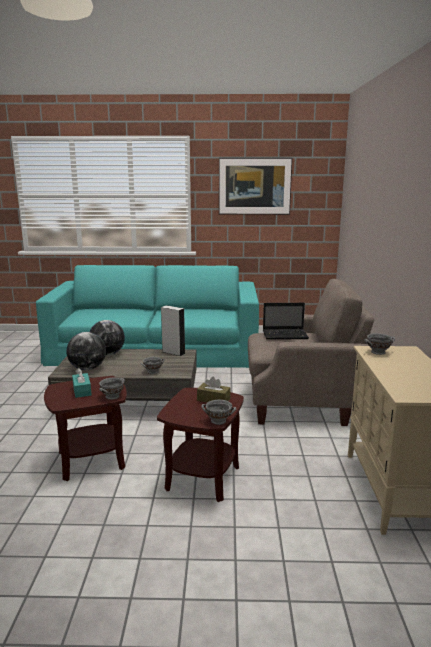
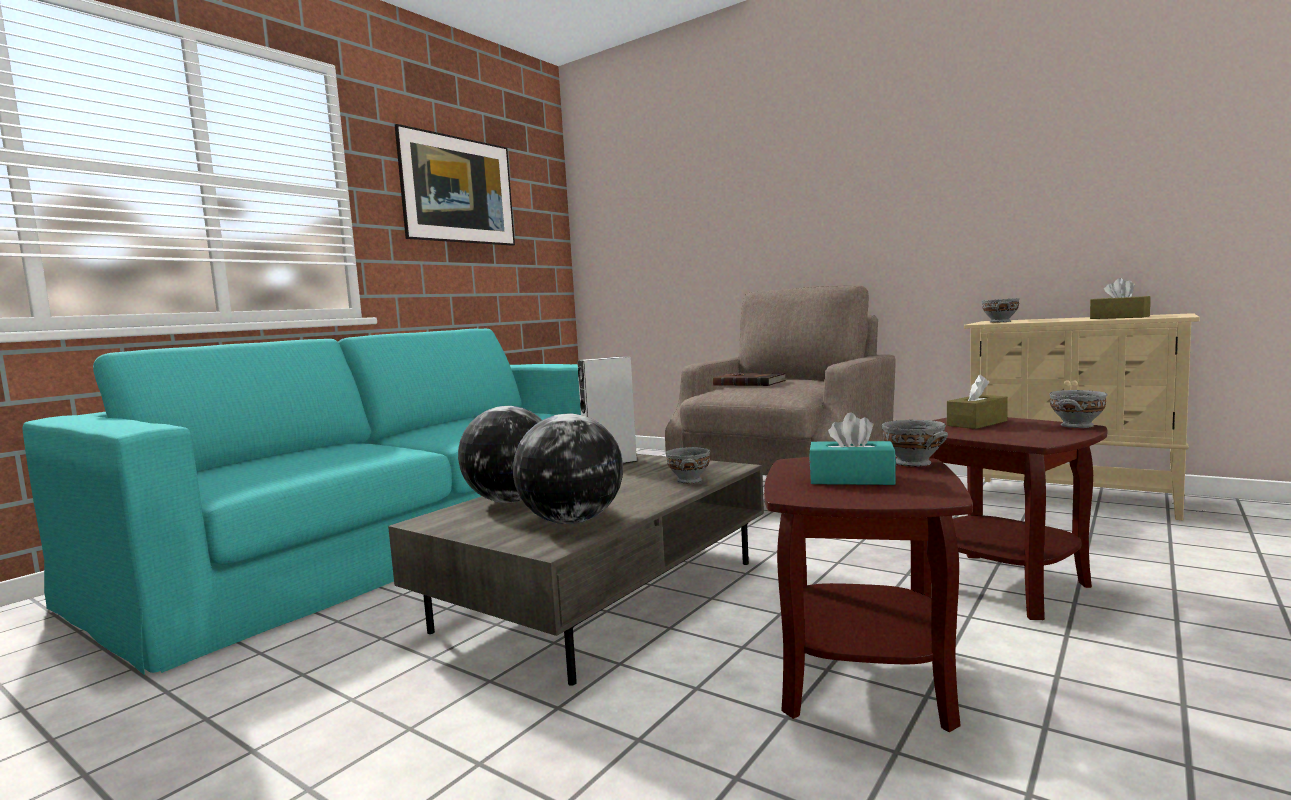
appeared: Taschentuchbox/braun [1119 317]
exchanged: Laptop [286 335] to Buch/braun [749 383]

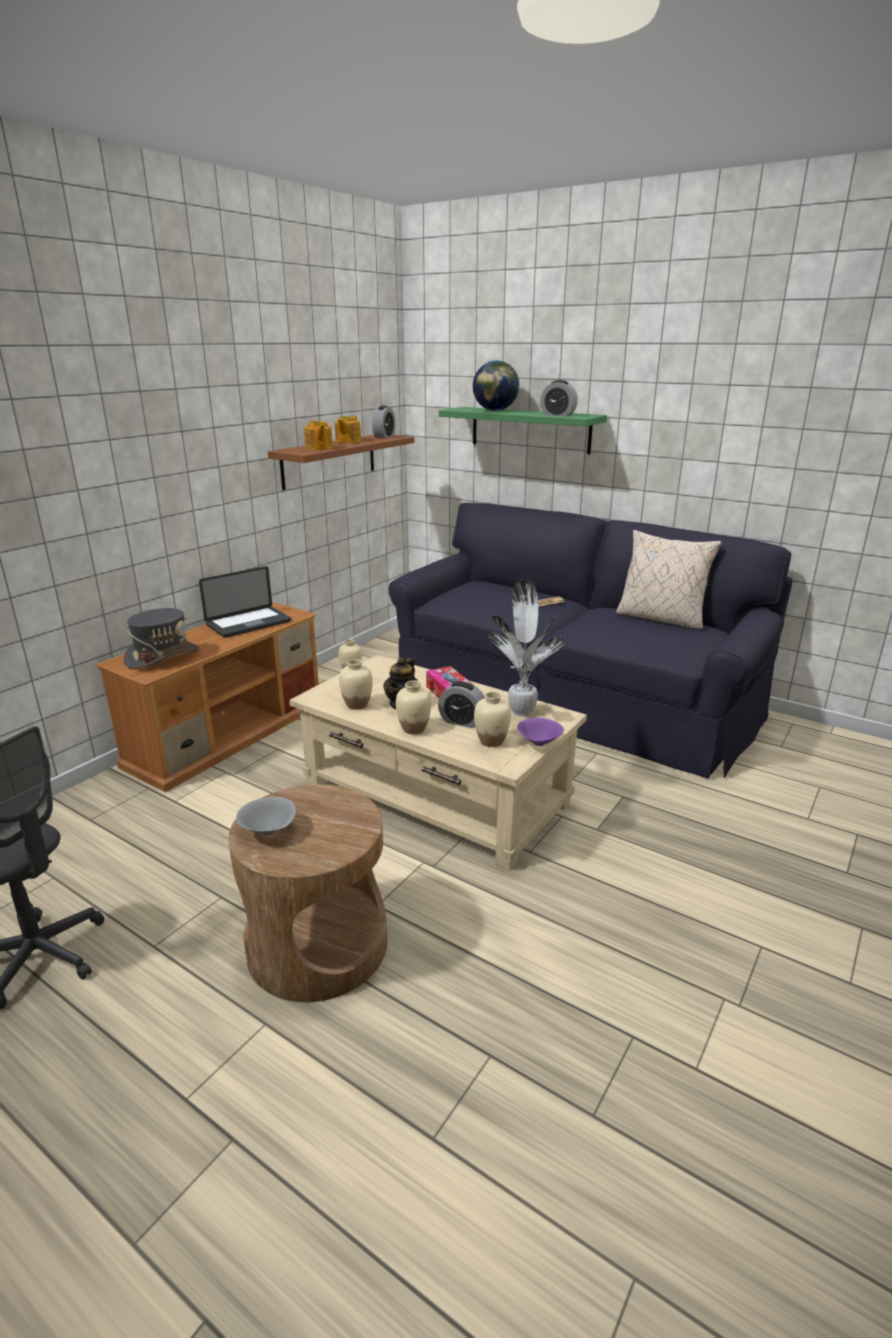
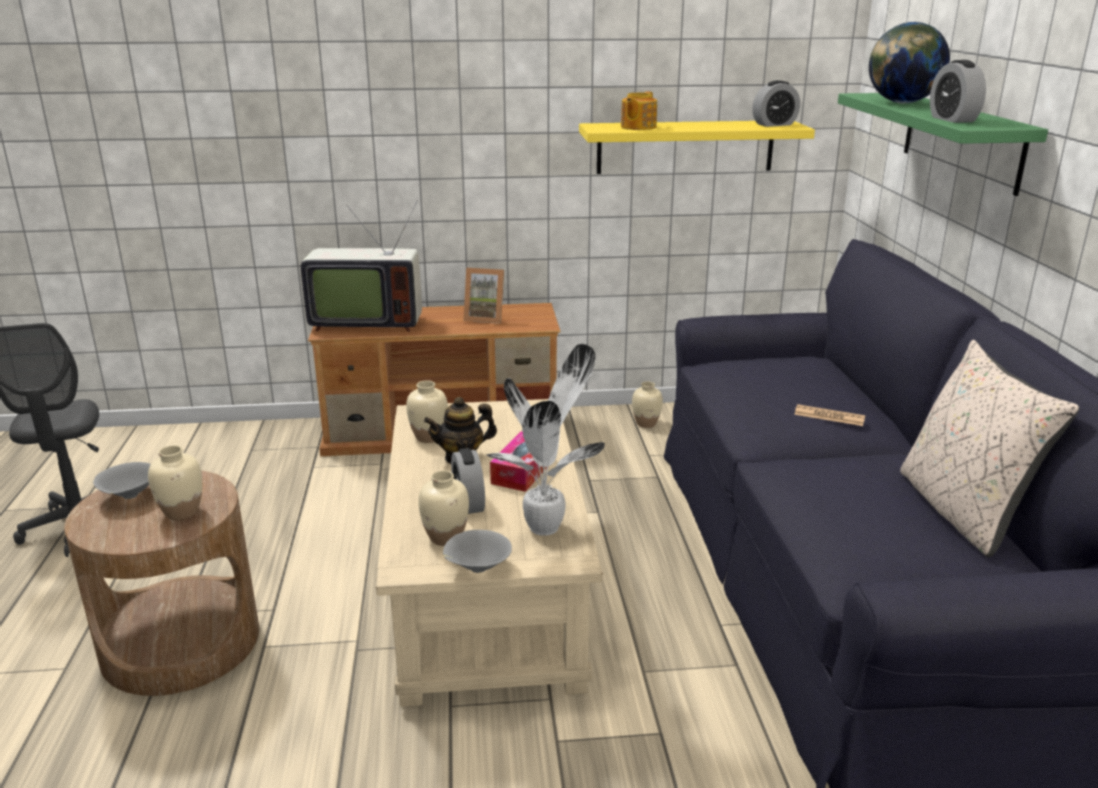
missing: Teekanne [347 441]
relocated: Vase/beige [414 729] to [182 512]
exchanged: Hut/grau [162 656] to Fernseher [365 322]; Laptop [249 623] to Bilderrahmen [485 318]
colour: Wandregal/braun [329 460] to Wandregal/gelb [685 147]; Schüssel/lila [538 744] to Schüssel/grau [477 569]

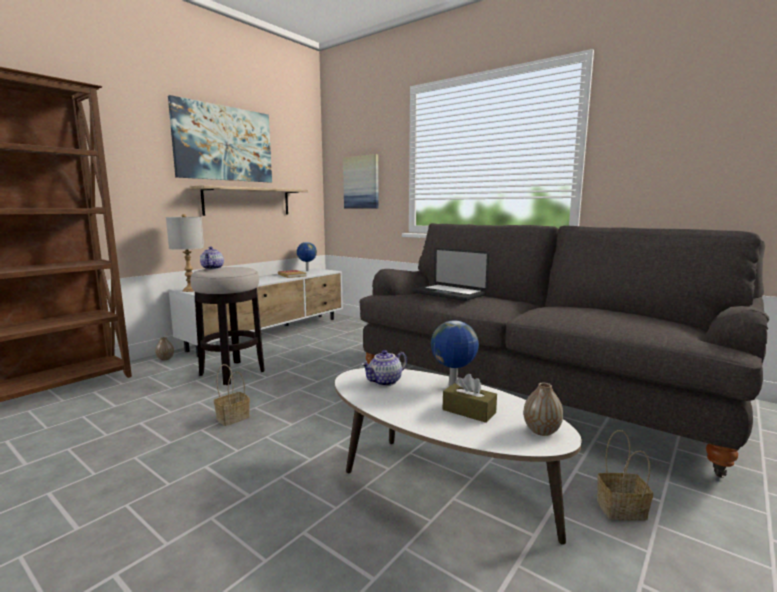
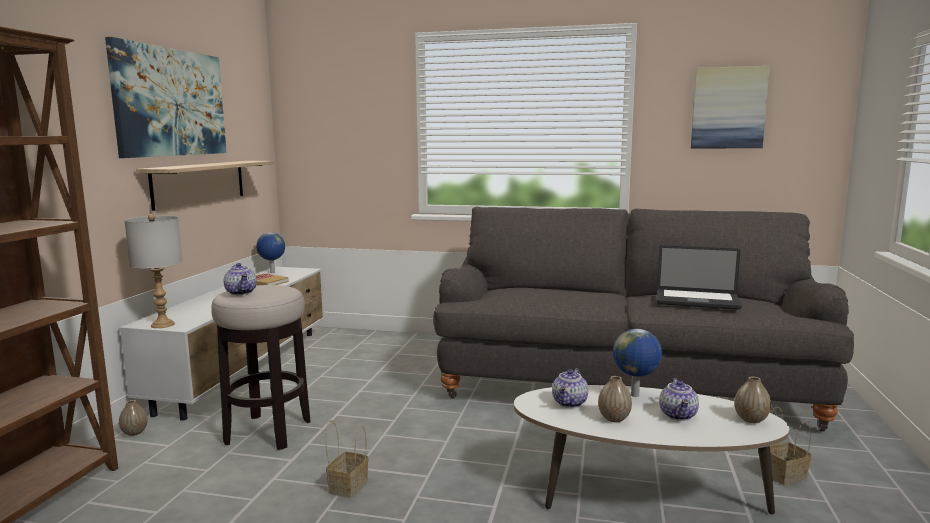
appeared: Vase [614 418]
relocated: Bild [361 182] to [728 108]; Laptop [448 293] to [697 301]
exchanged: Taschentuchbox/braun [469 411] to Teekanne [679 415]

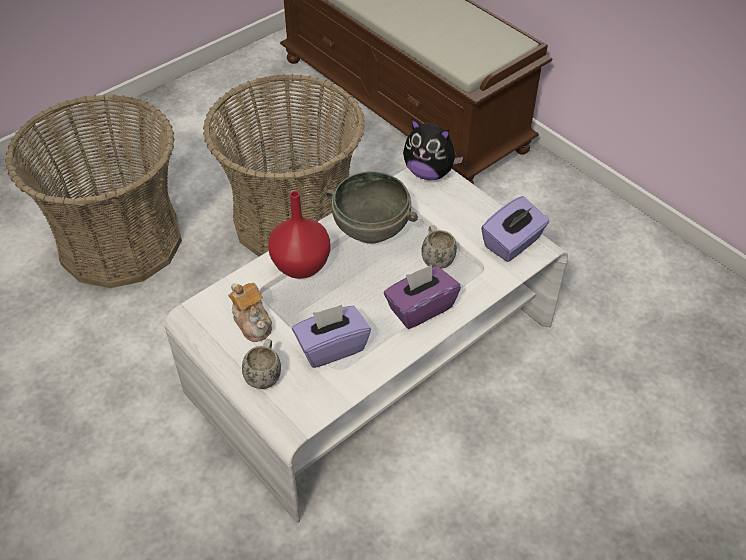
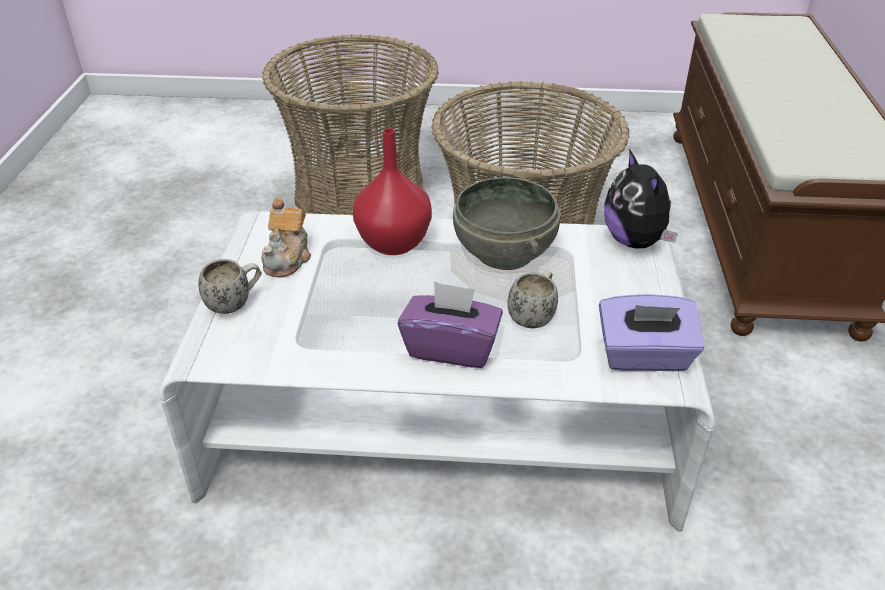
missing: Taschentuchbox/lila [331 347]

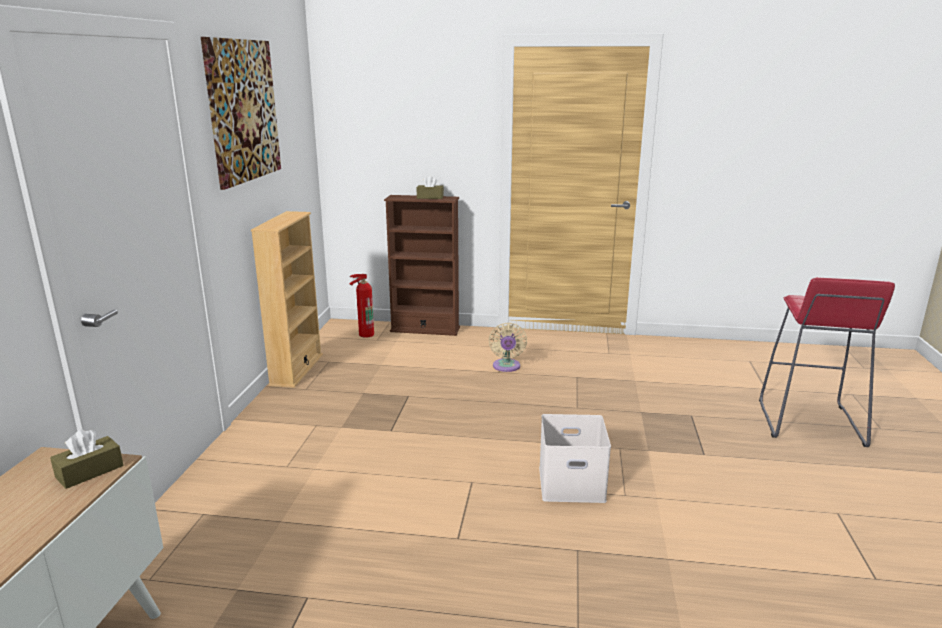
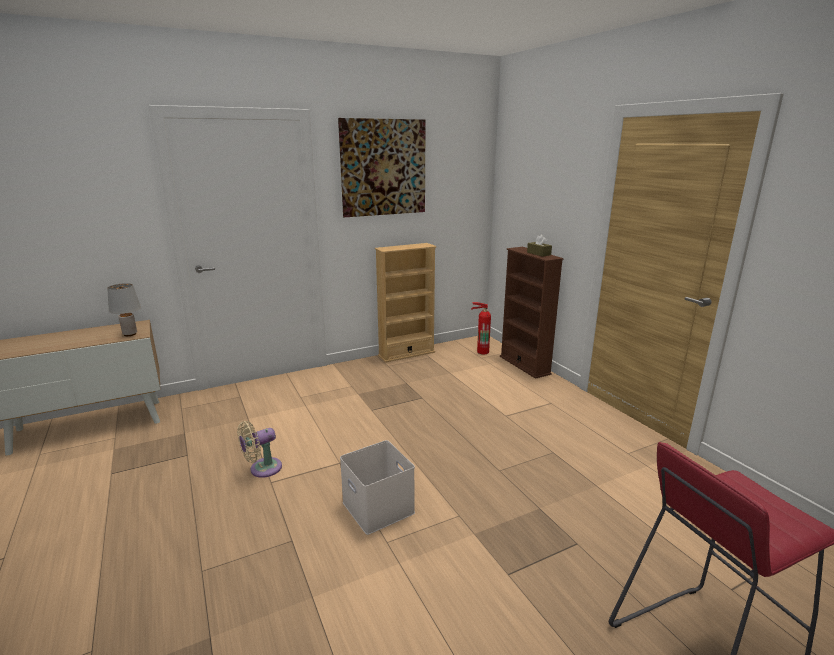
relocated: Ventilator/beige [506 367] to [262 469]
exchanged: Taschentuchbox/braun [90 471] to Tischlampe/grau [129 334]

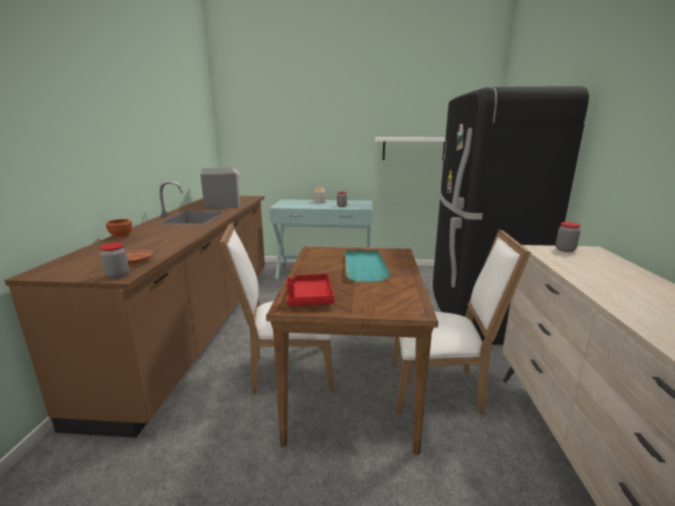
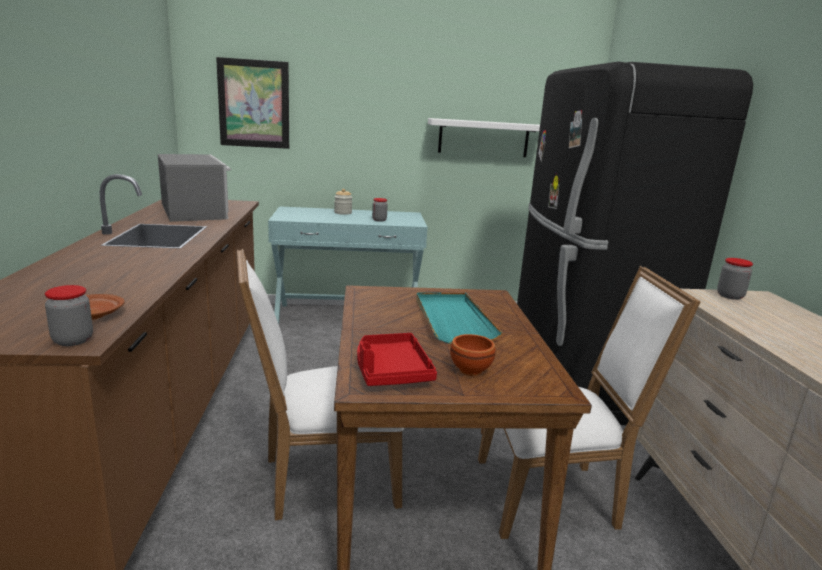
appeared: Bild [254 104]
relocated: Schüssel/braun [121 236] to [469 370]

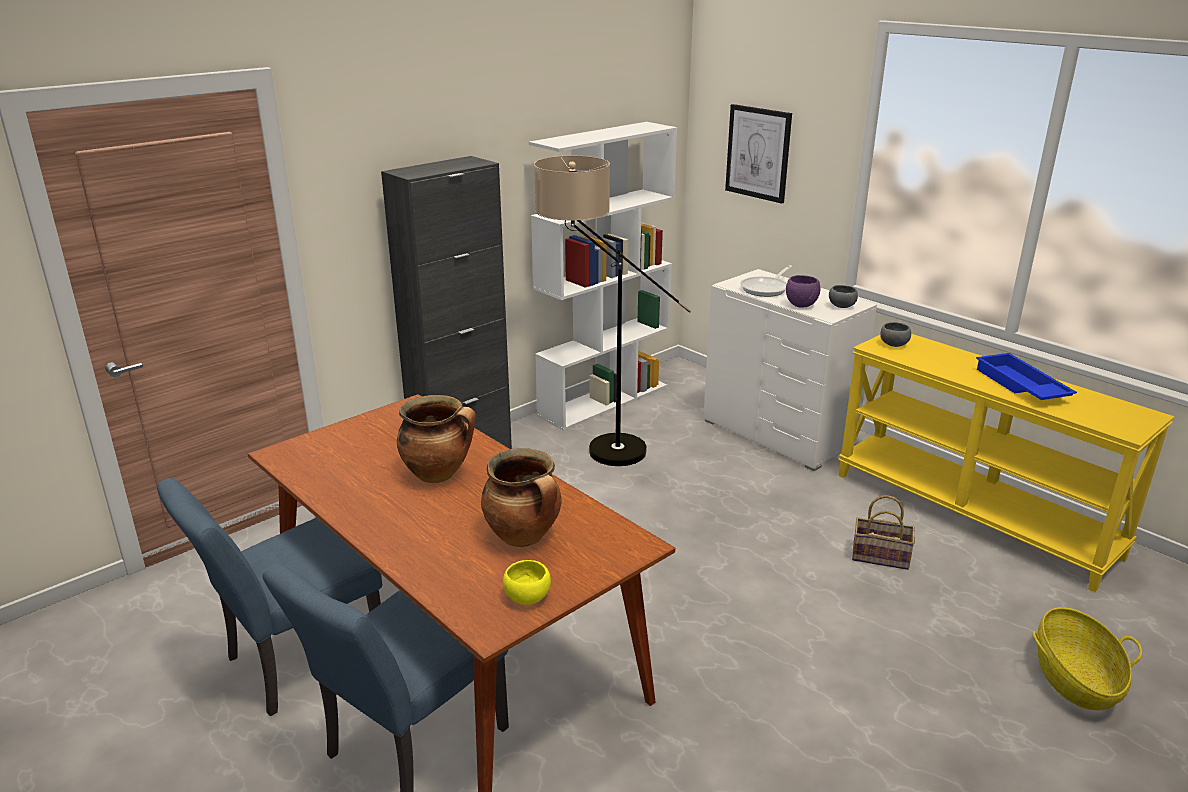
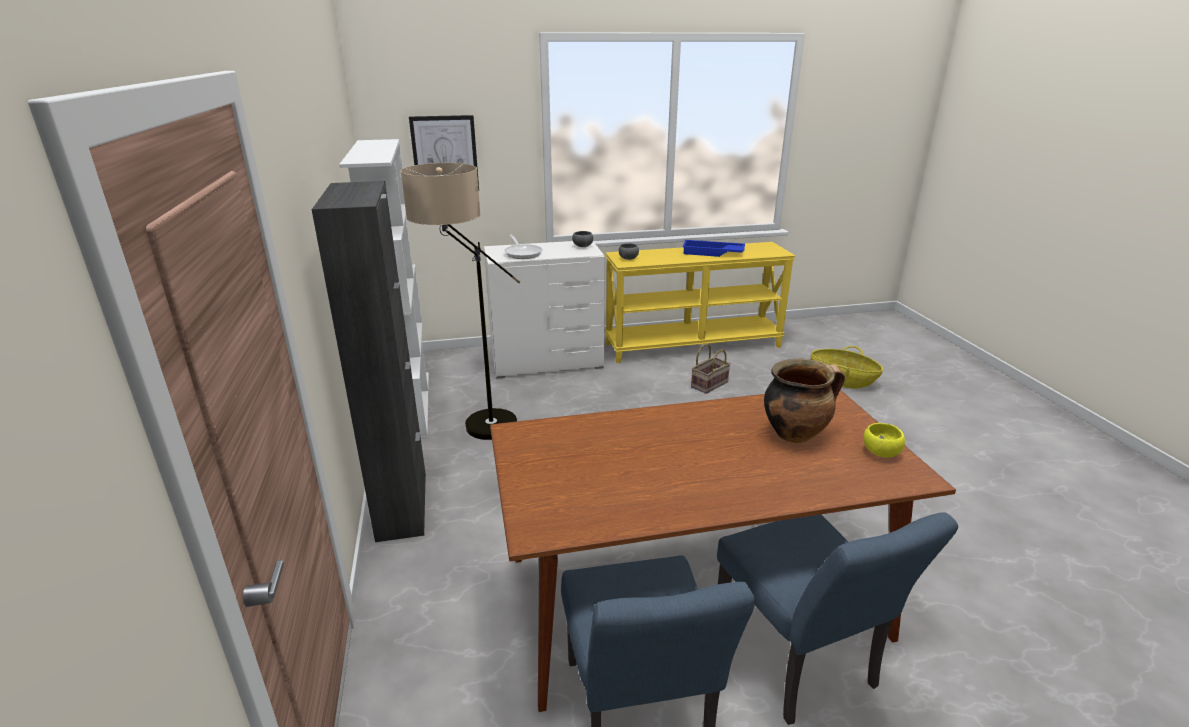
missing: Kochtopf [439 474]; Schüssel/lila [801 305]

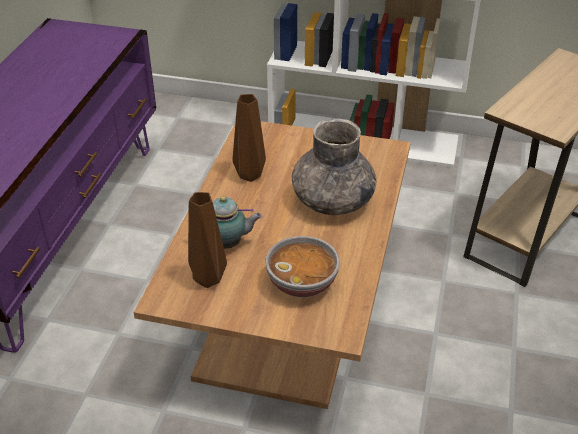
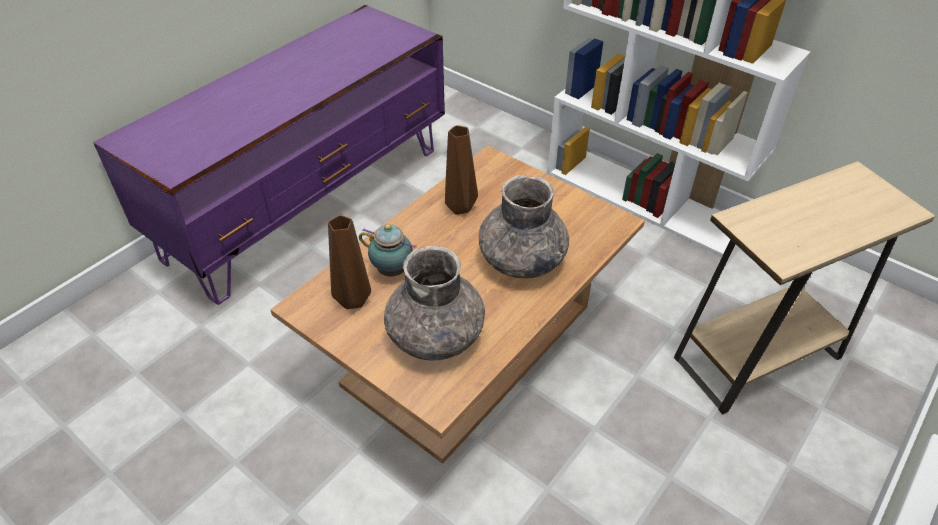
exchanged: Schüssel [302 282] to Vase/grau [436 335]

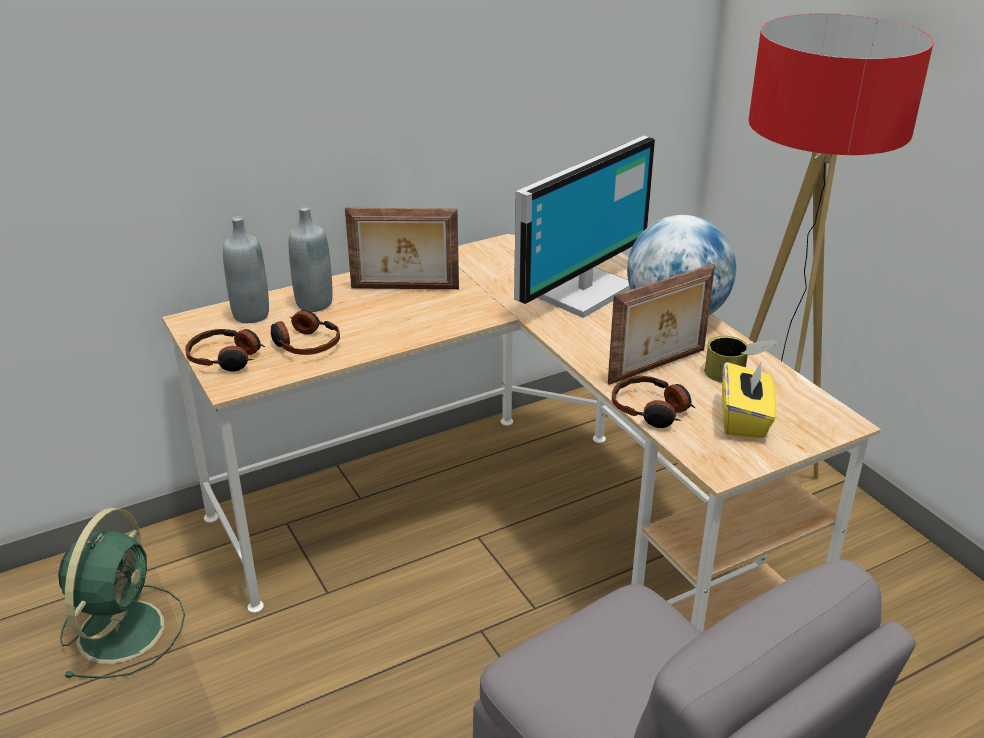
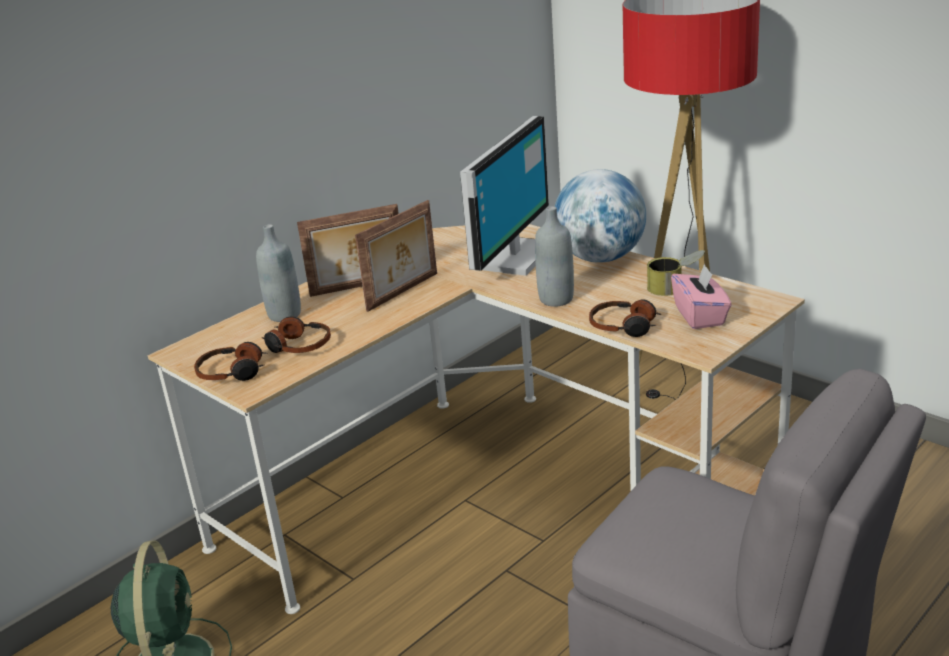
relocated: Flasche/grau [251 315] to [556 299]; Bilderrahmen [658 367] to [404 292]
colour: Taschentuchbox/gelb [744 419] to Taschentuchbox/rosa [700 316]

